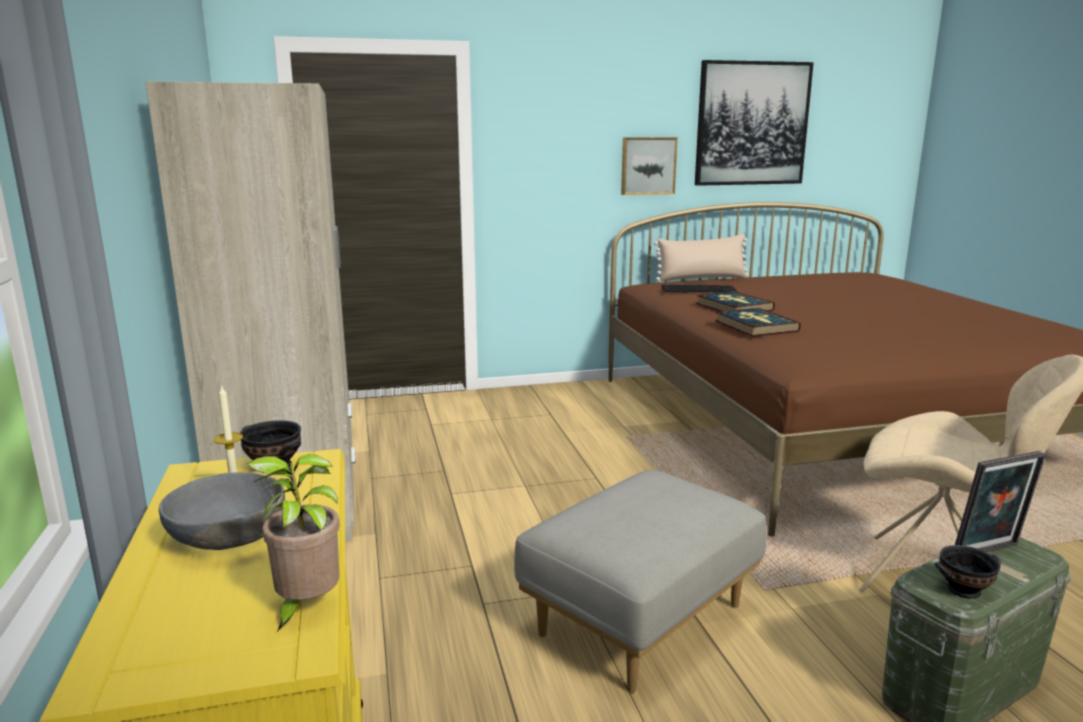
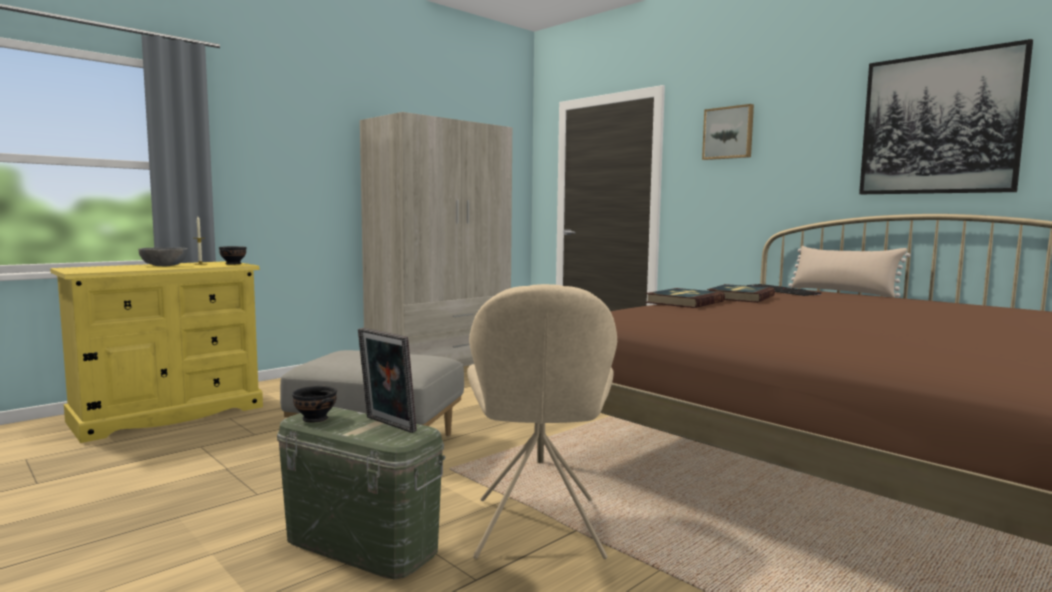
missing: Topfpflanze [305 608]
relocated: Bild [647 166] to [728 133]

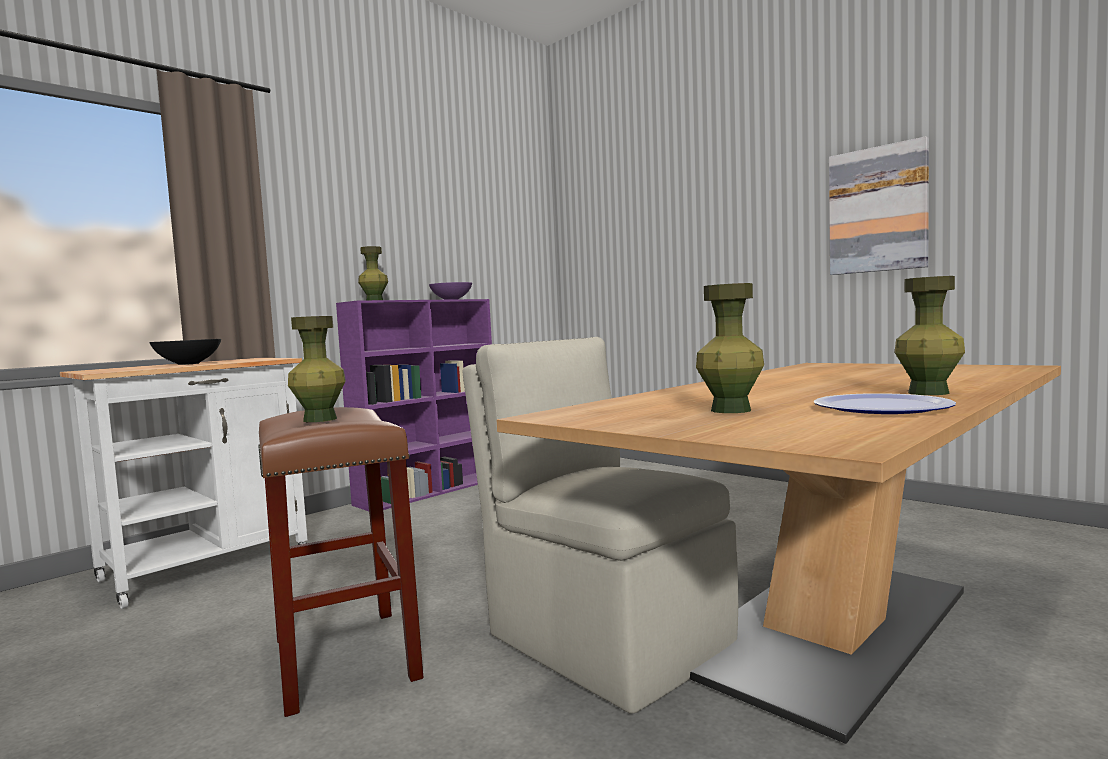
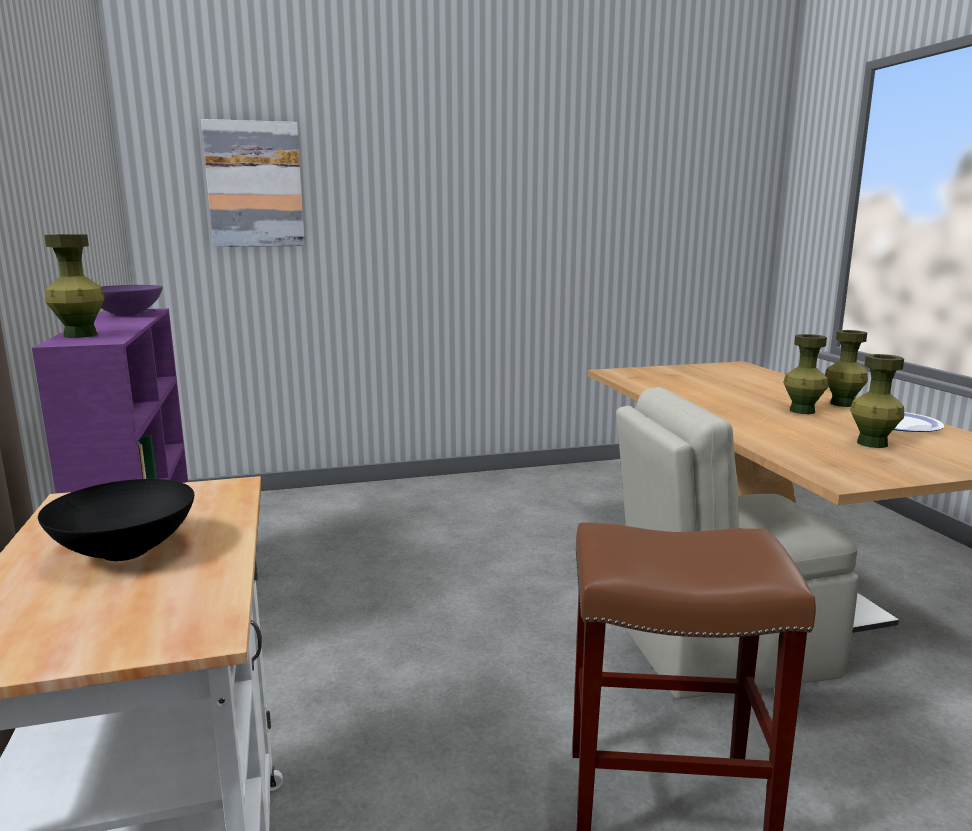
relocated: Vase/grün [320 419] to [802 411]; Bild [878 210] to [255 185]

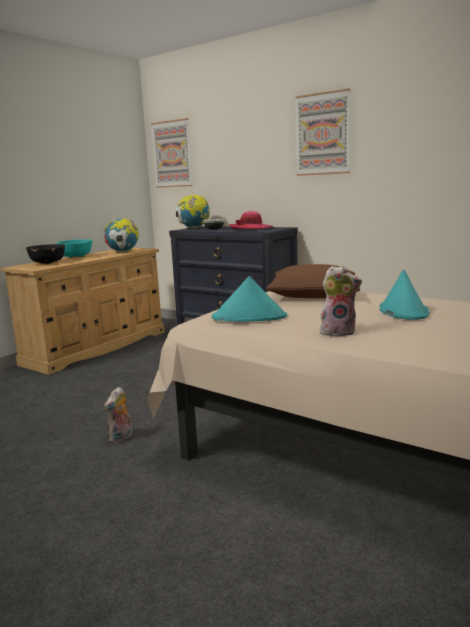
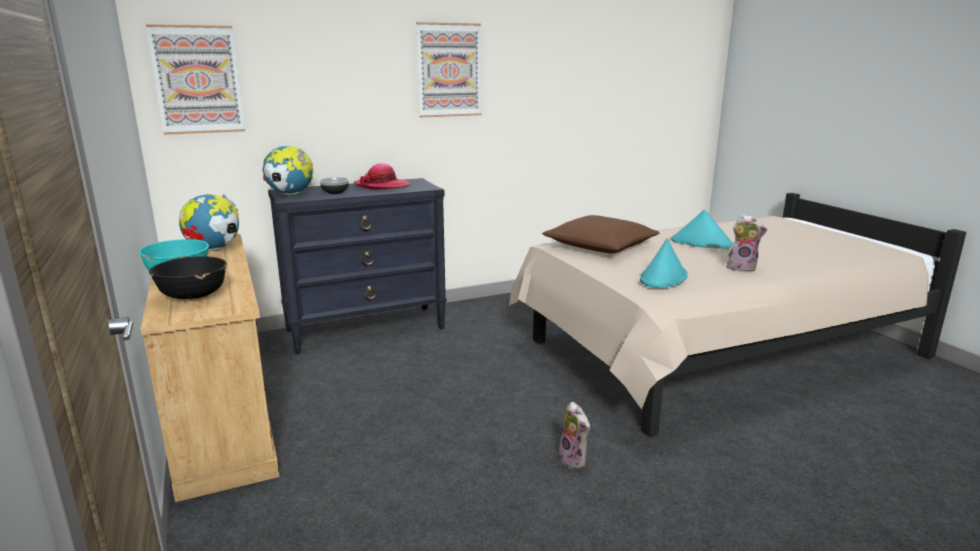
spun: Plüschtier [338 332] = [742 268] 75 degrees clockwise

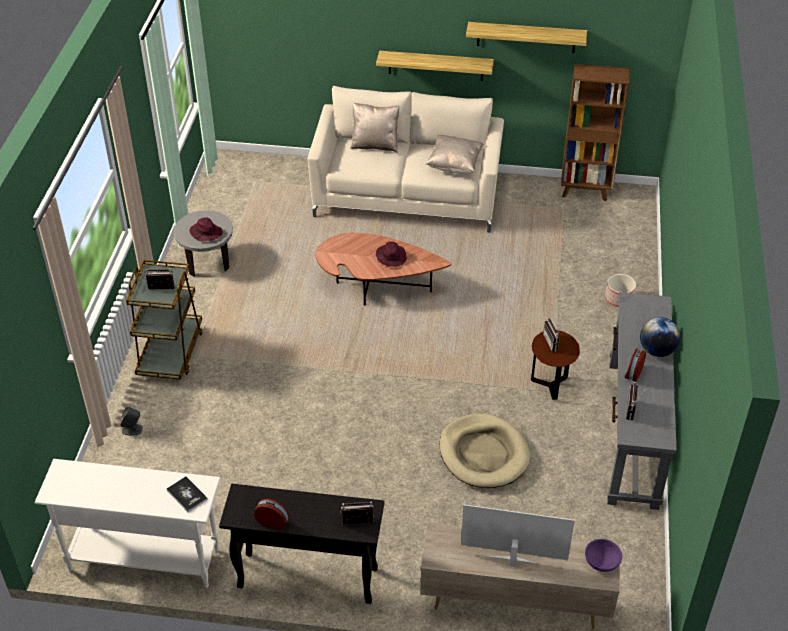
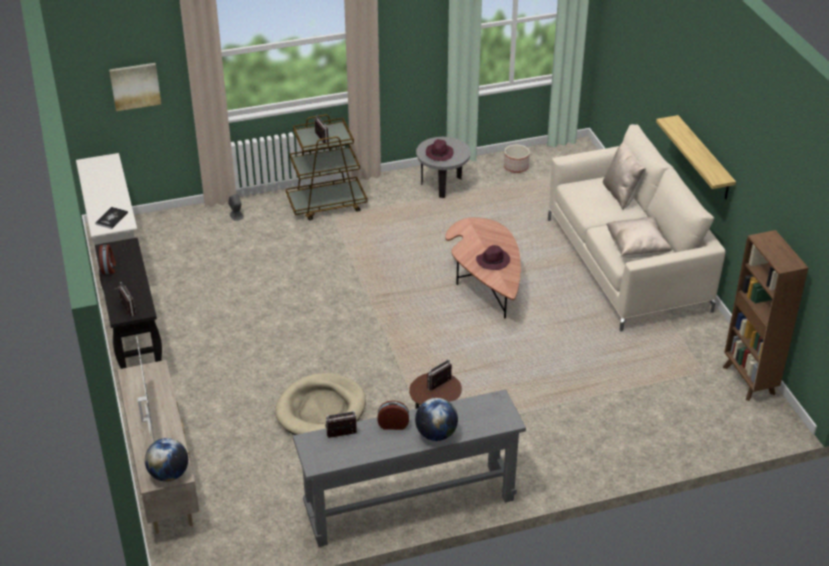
missing: Wandregal [526 37]
appeared: Bild [135 86]
relocated: Pflanzkübel [619 299] to [516 167]
exchanged: Schüssel/lila [602 562] to Globus [169 474]

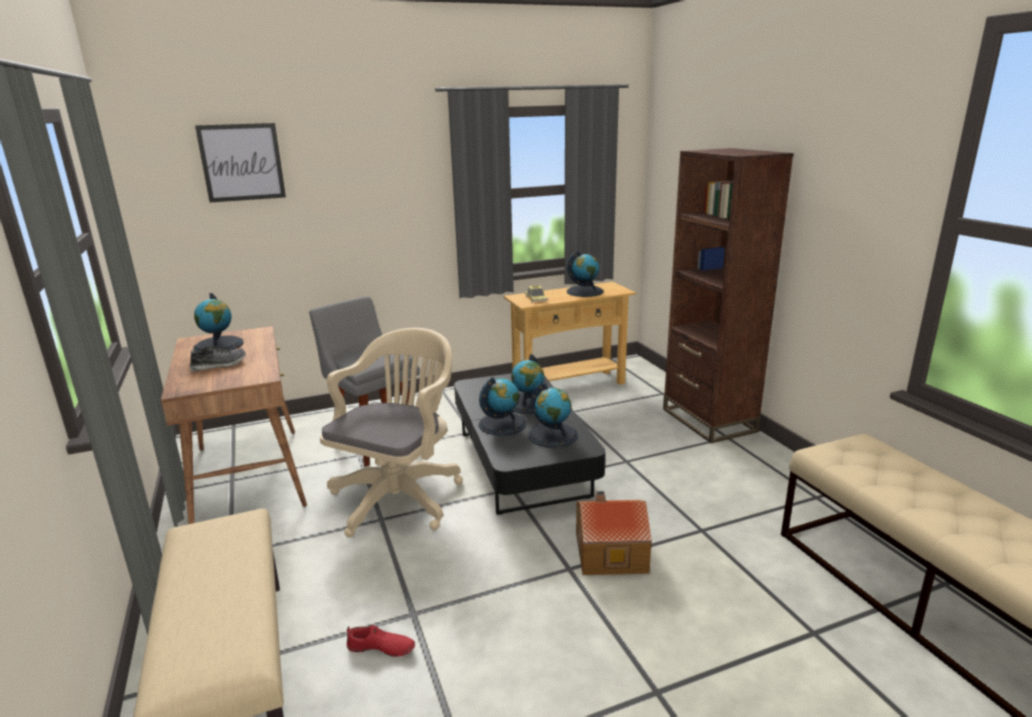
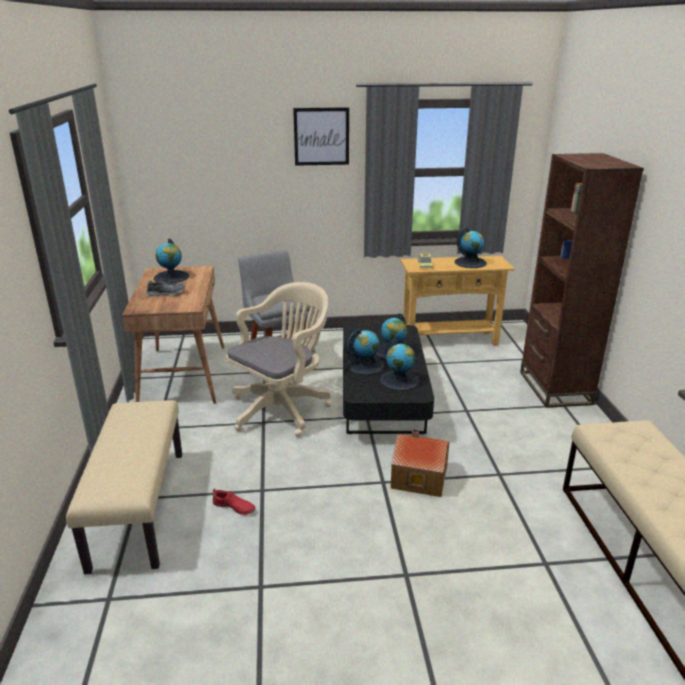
relocated: Bild [242 162] to [321 136]

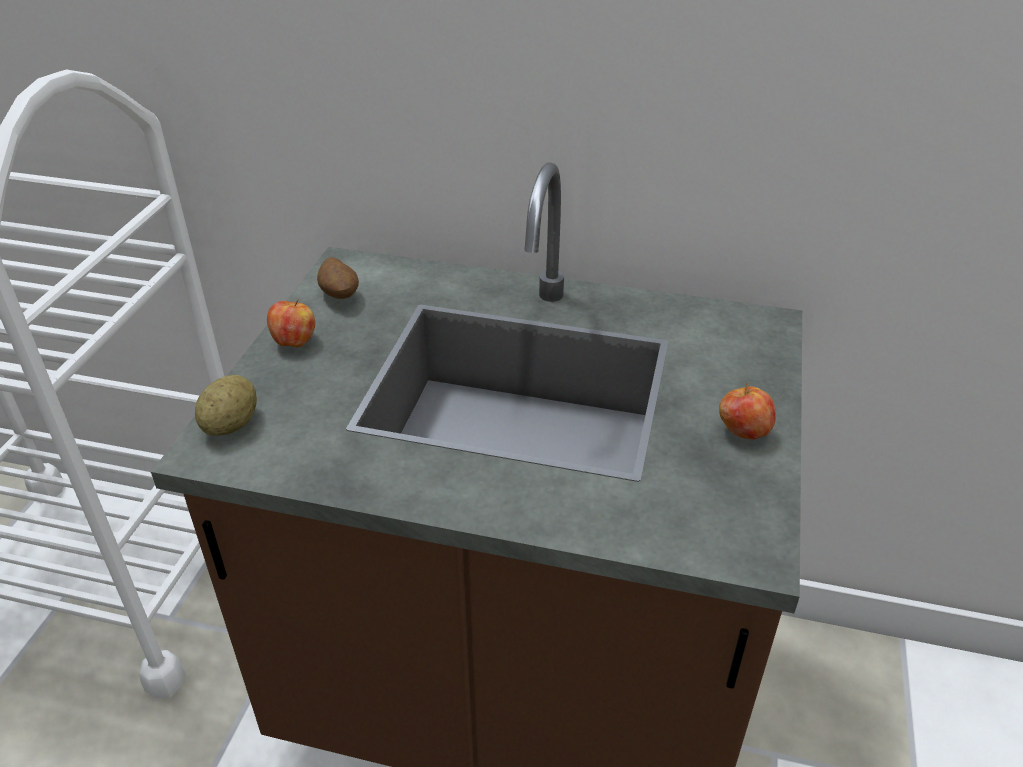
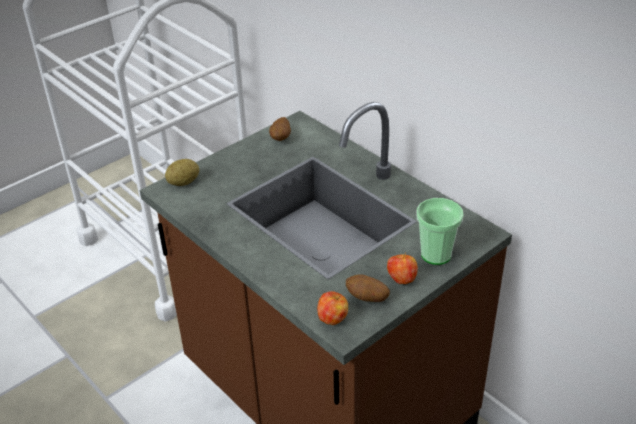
appeared: Kartoffel [367 298]; Tasse [436 254]
relocated: Apfel [294 342] to [332 319]

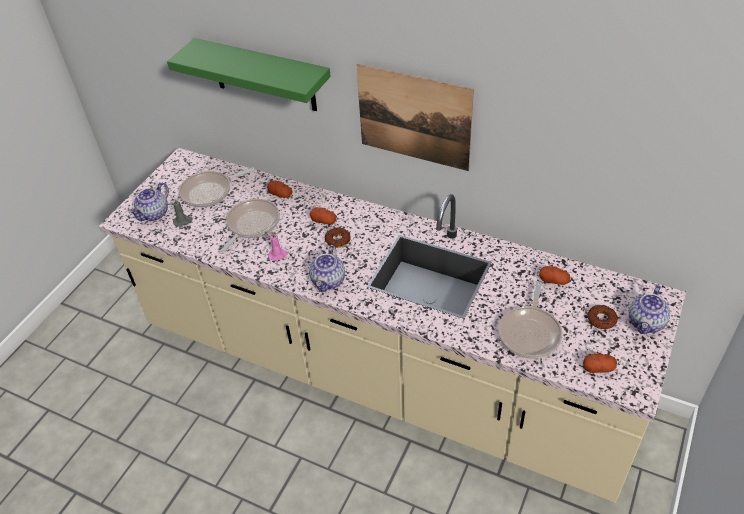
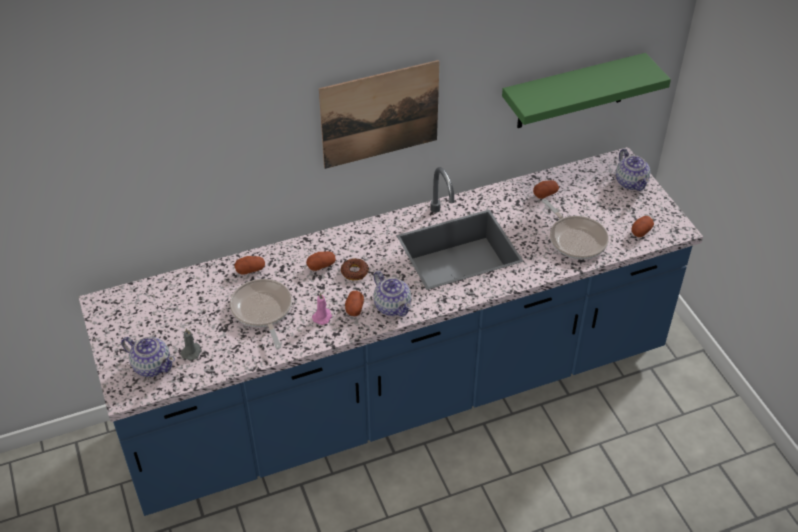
missing: Pfanne [210 192]; Donut [601 319]
appeared: Kartoffel [354 308]
relocated: Wandregal/grün [263 75] to [572 92]
colour: Küchenzeile/beige [380 372] to Küchenzeile/blau [399 393]
spun: Teekanne [154 213] = [152 365] 45 degrees counterclockwise

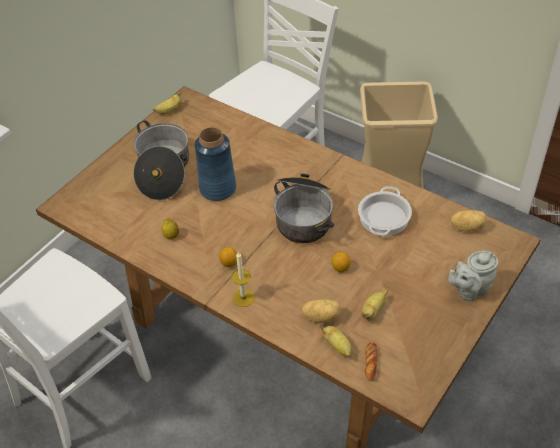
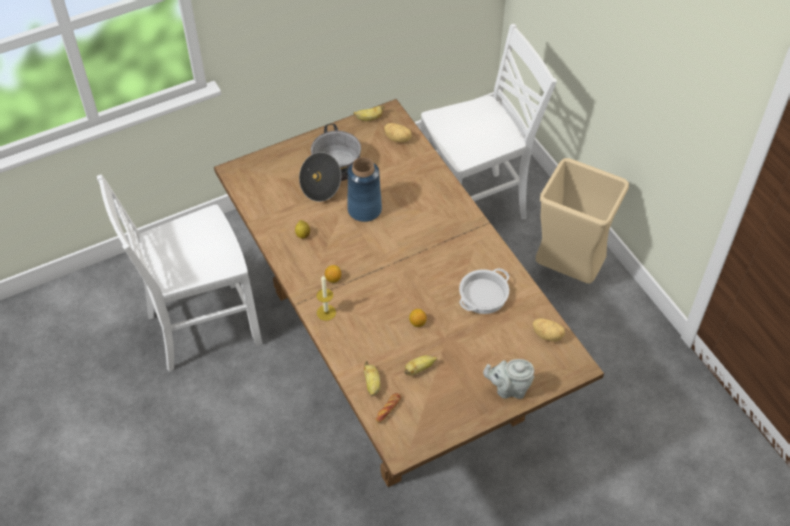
missing: Kochtopf [304 216]
relocated: Kartoffel [321 316] to [398 138]

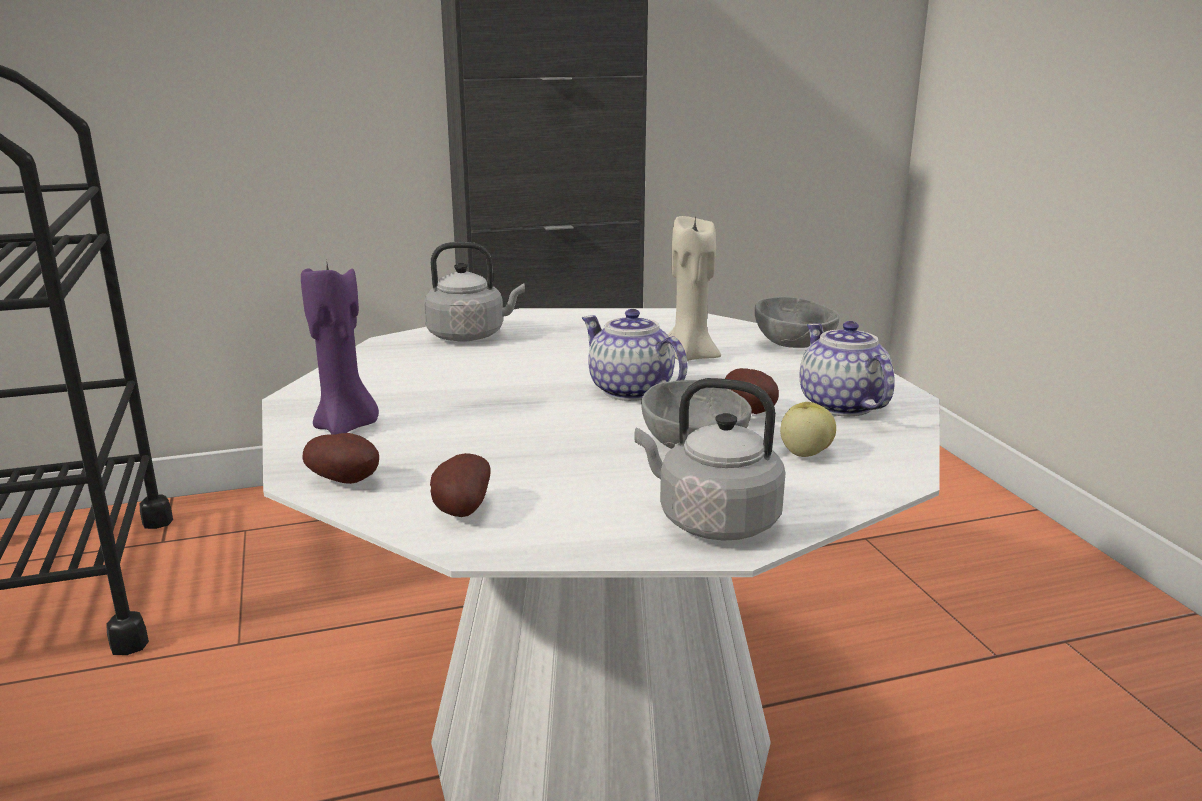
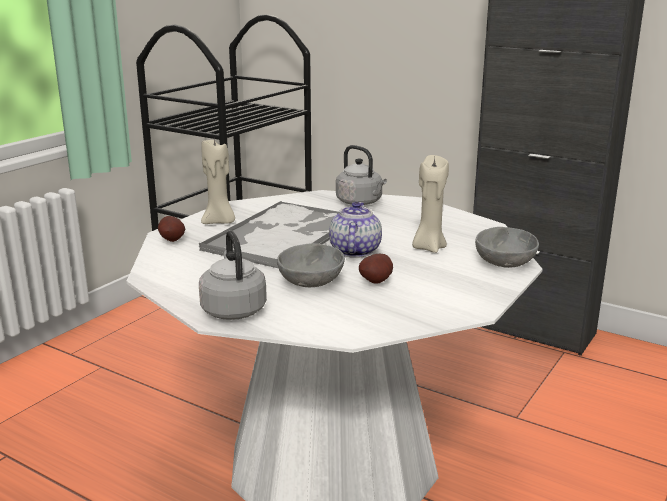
missing: Kartoffel [459 511]; Apfel [804 453]; Teekanne [840 405]
appeared: Tablett [283 235]
colour: Kerze/lila [346 427] to Kerze/beige [220 222]

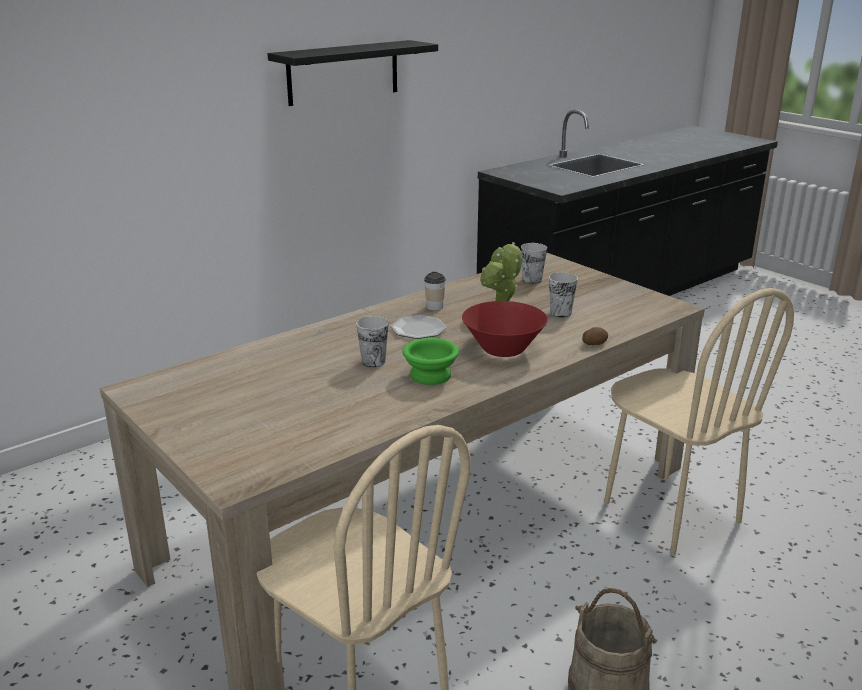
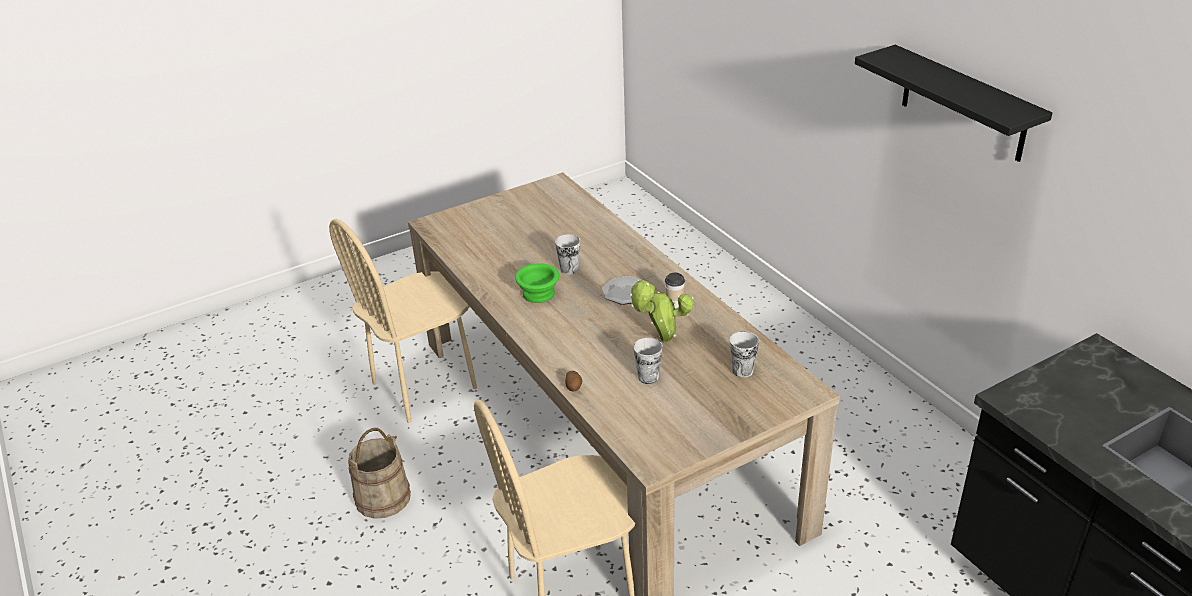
missing: Schüssel/rot [503 349]

